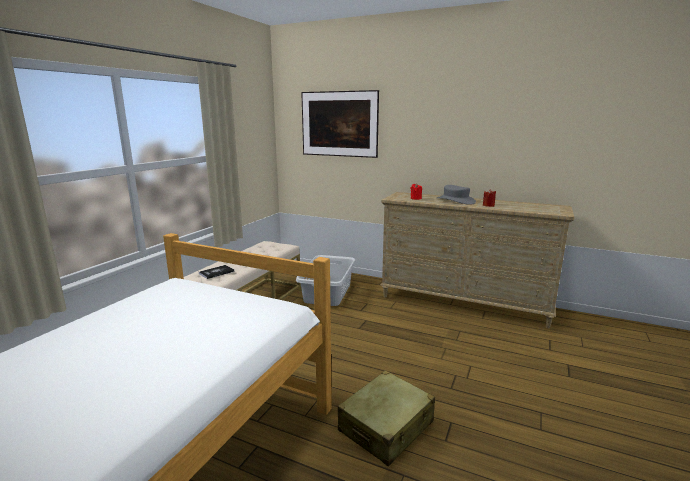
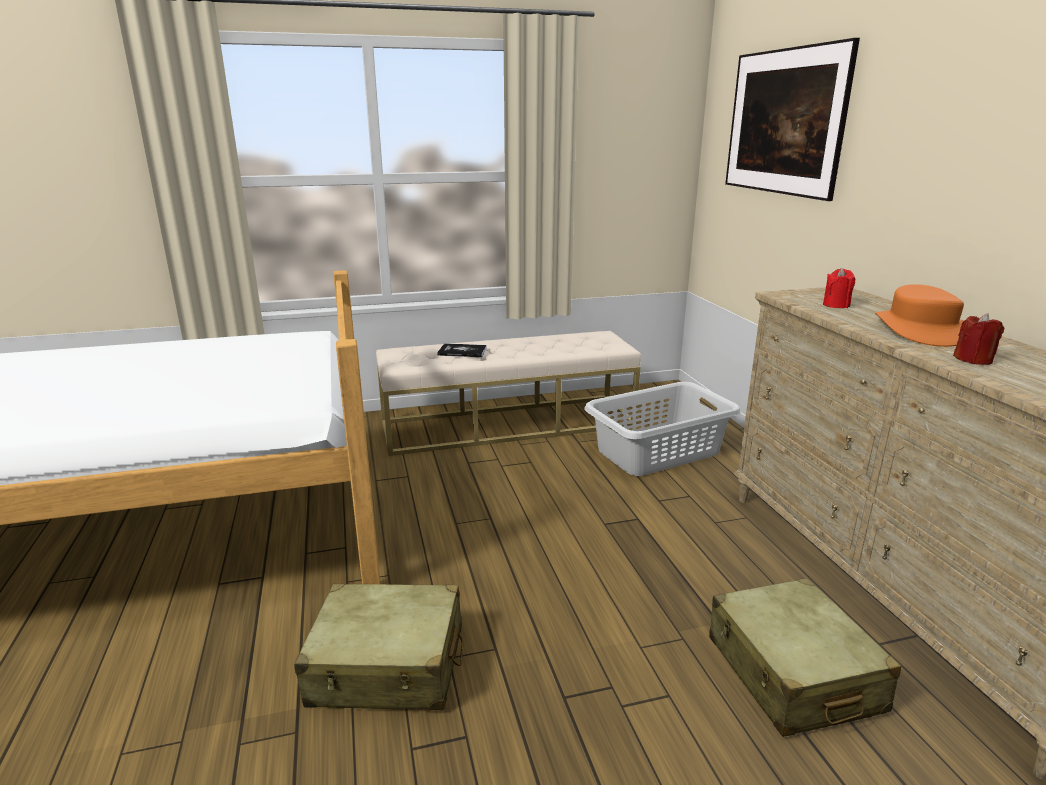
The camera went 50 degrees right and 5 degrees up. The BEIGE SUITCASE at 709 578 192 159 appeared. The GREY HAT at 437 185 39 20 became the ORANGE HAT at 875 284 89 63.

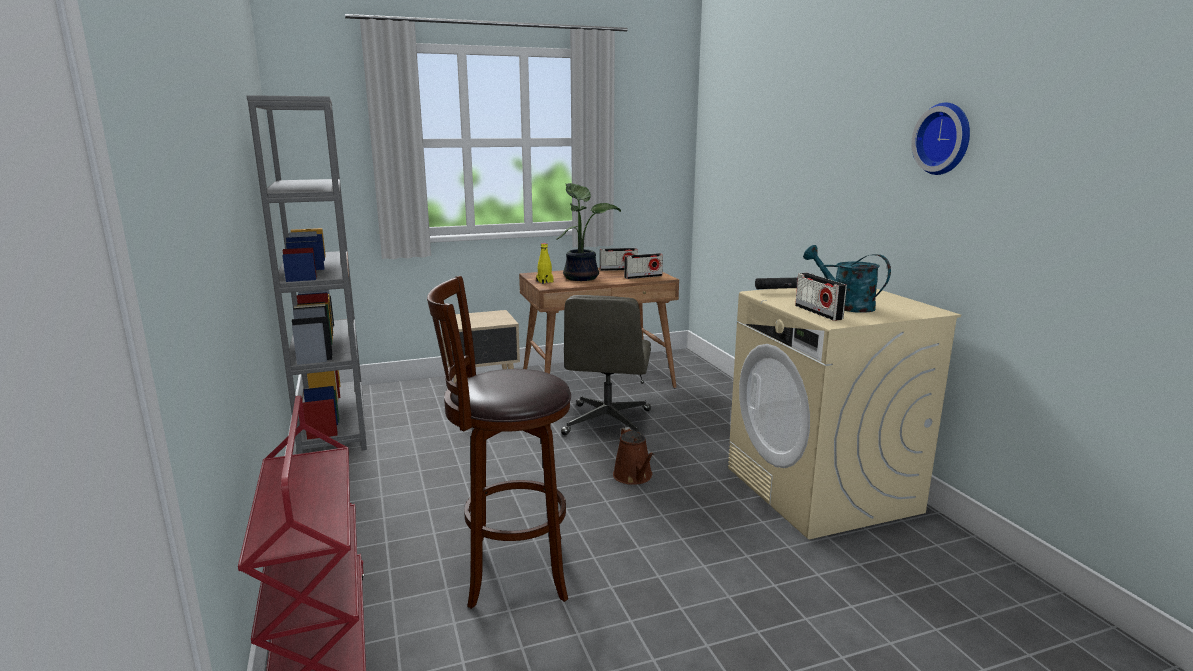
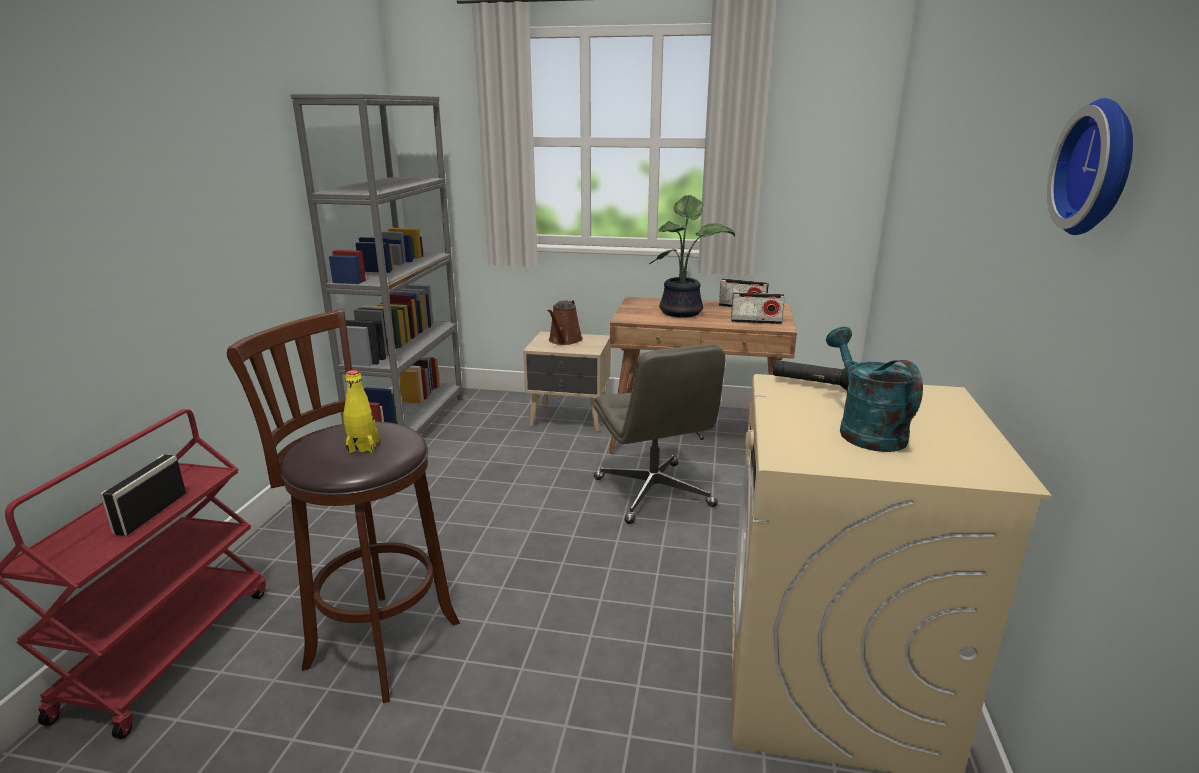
The camera went 30 degrees right and 5 degrees up. The RADIO moved from 795 273 52 48 to 100 454 86 82. The YELLOW BOTTLE moved from 536 243 17 41 to 344 370 35 84. The BROWN WATERING CAN moved from 613 427 41 58 to 548 300 35 45. The GREY OFFICE CHAIR at 561 295 90 140 turned 60 degrees counterclockwise.

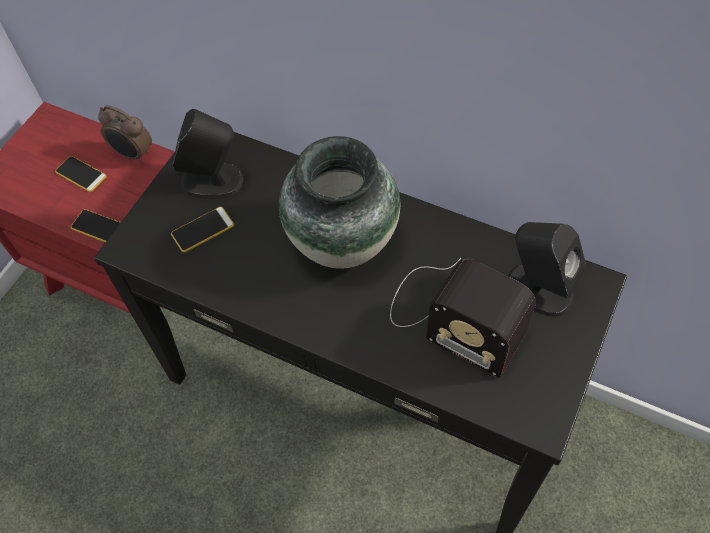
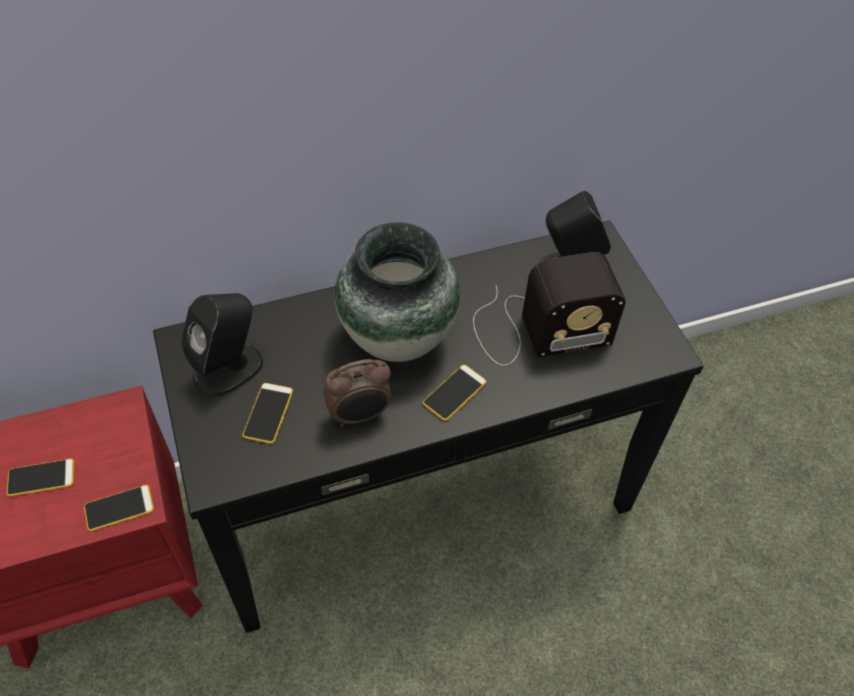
The camera went 50 degrees left and 5 degrees down. The ALARM CLOCK moved from 98 105 54 58 to 323 359 69 68. The PHONE at 423 365 64 56 appeared.

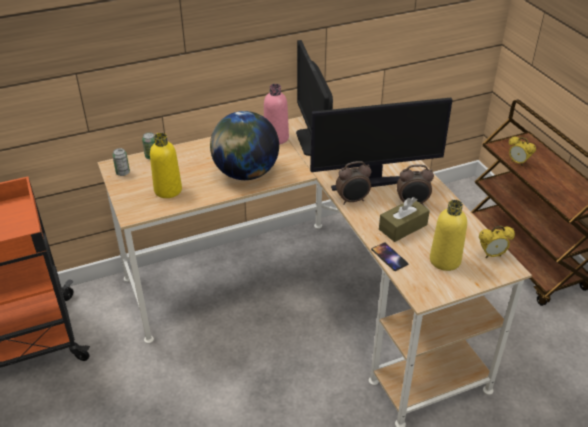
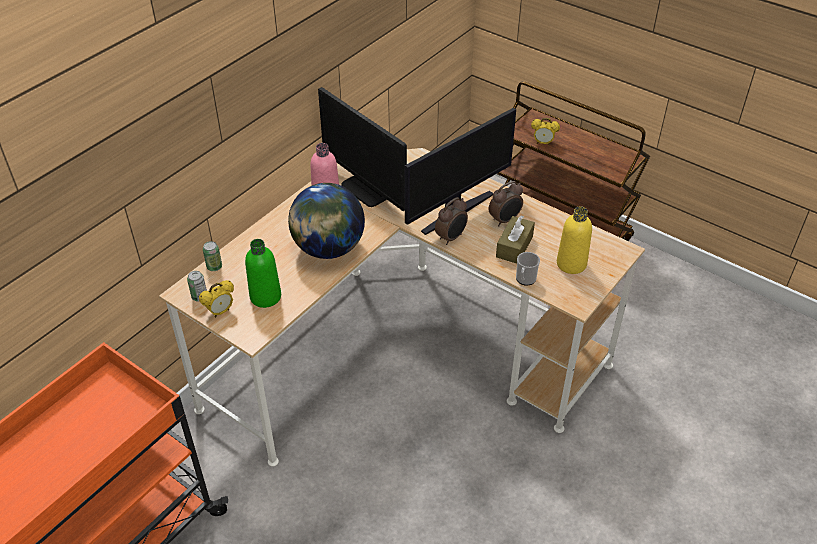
The camera went 30 degrees left and 5 degrees up. The ALARM CLOCK moved from 479 226 36 32 to 199 280 35 38. The YELLOW BOTTLE at 150 133 32 65 became the GREEN BOTTLE at 245 239 36 69. The PHONE at 371 243 37 28 was replaced by the MUG at 516 252 24 34.

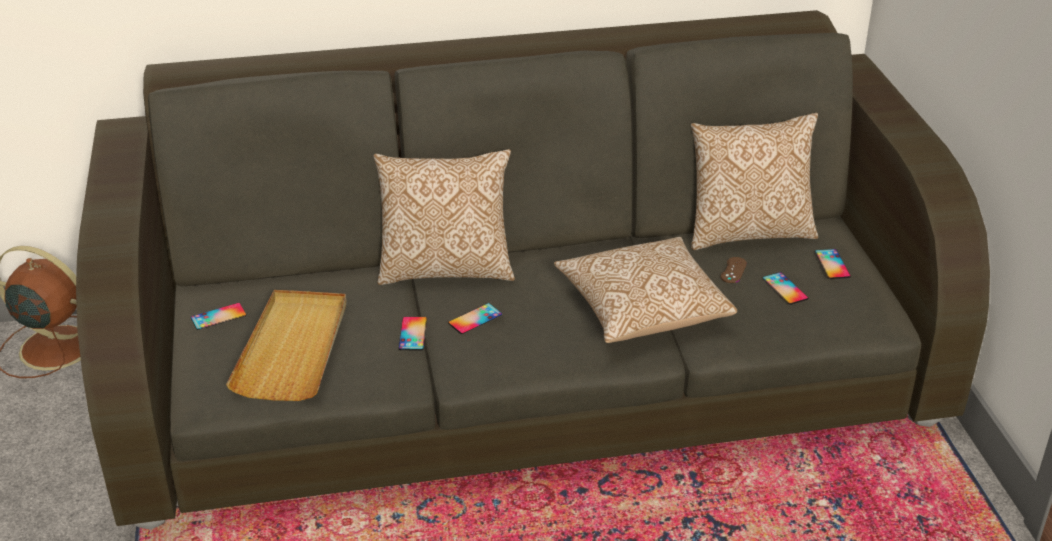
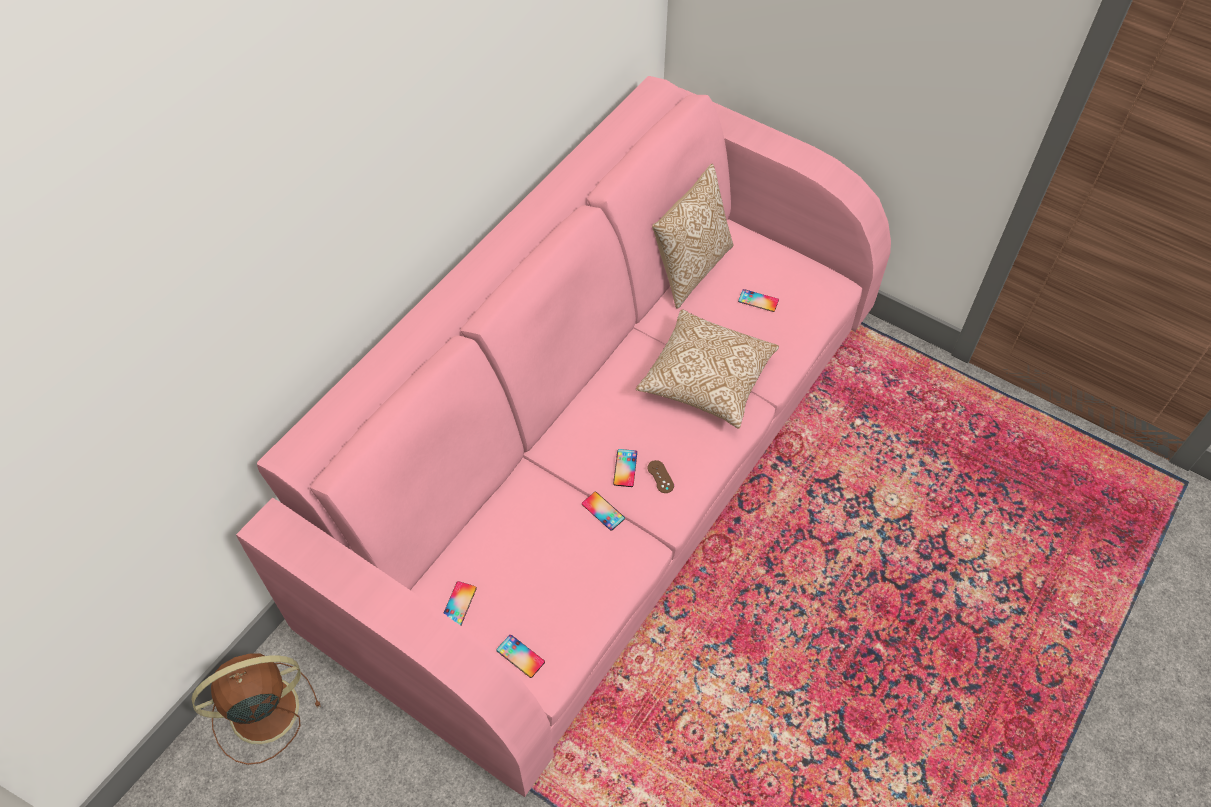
The camera went 45 degrees left and 20 degrees up. The GREY SOFA at 76 10 914 520 became the PINK SOFA at 236 76 655 721. The PHONE moved from 815 249 36 30 to 497 635 48 43. The BROWN GAME CONTROLLER moved from 721 257 26 26 to 647 460 27 33. The BEIGE TRAY at 226 290 120 111 disappeared. The PILLOW at 373 149 142 136 disappeared.

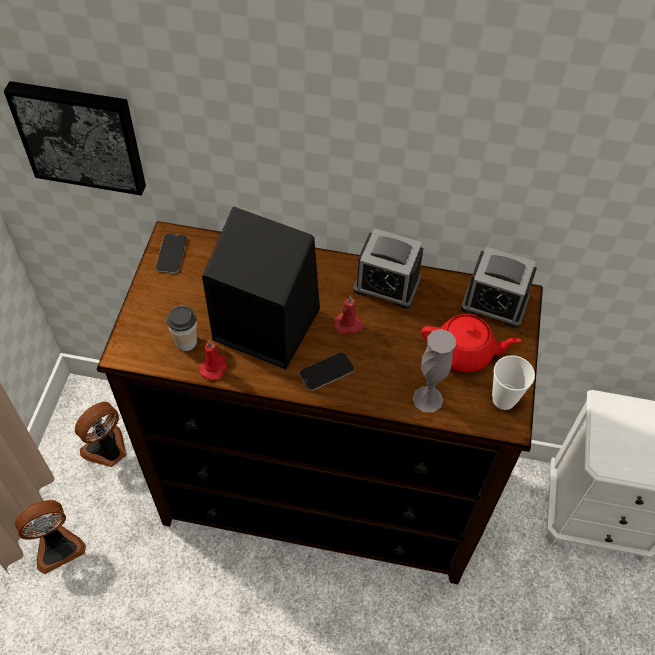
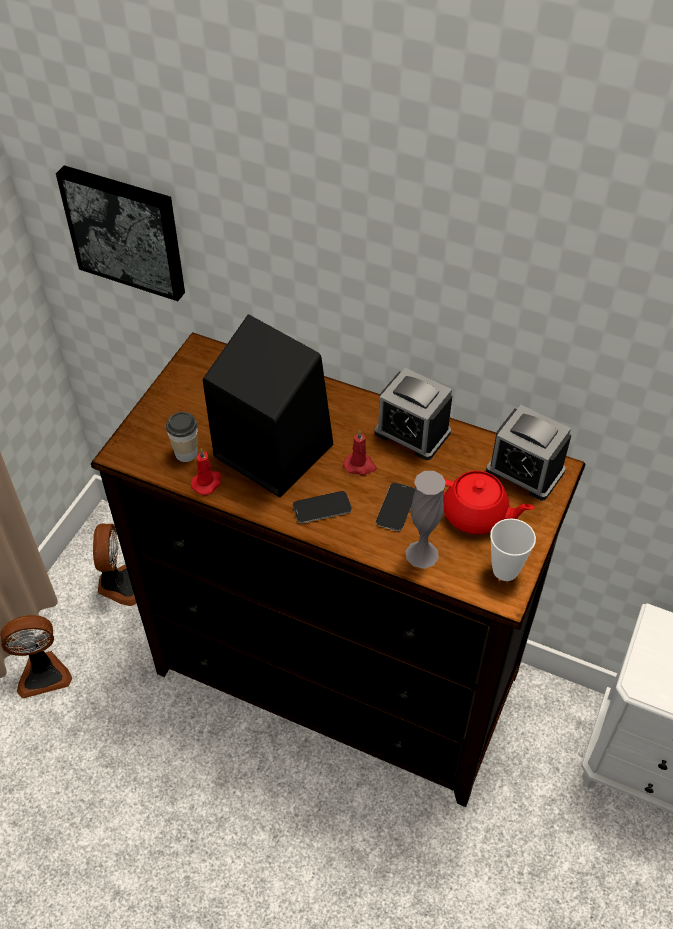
The camera went 15 degrees right and 5 degrees down. The FAN at 75 402 52 65 turned 120 degrees clockwise. The PHONE moved from 155 234 32 39 to 376 483 39 48.

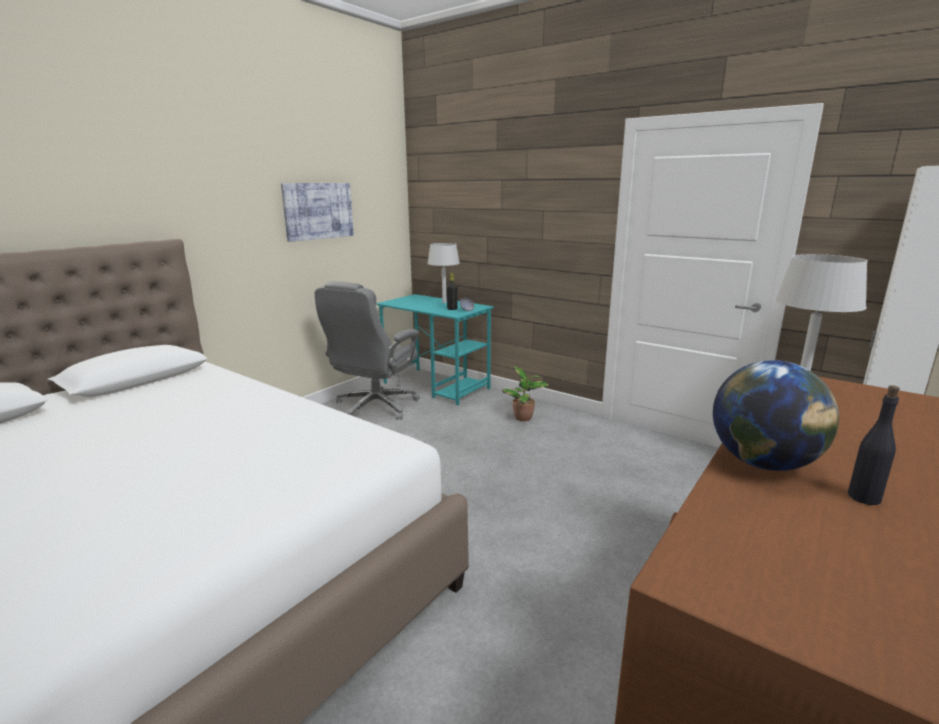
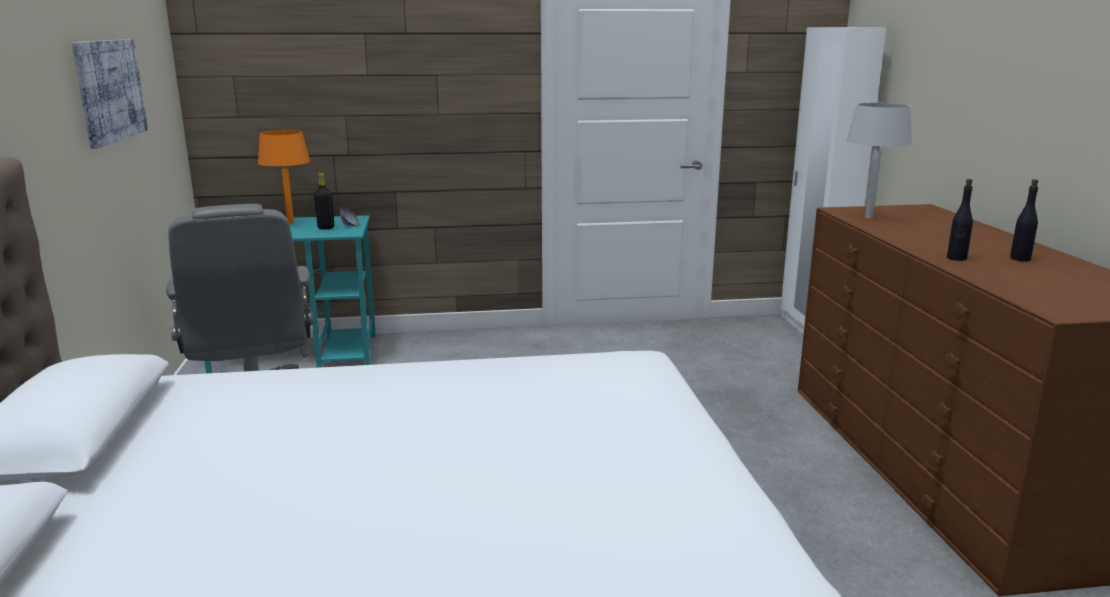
The camera went 45 degrees left and 0 degrees up. The GREY TABLE LAMP at 427 243 33 60 became the ORANGE TABLE LAMP at 258 130 52 93. The GLOBE at 713 360 126 111 was replaced by the BLACK BOTTLE at 947 179 26 82. The POTTED PLANT at 502 366 47 55 disappeared.

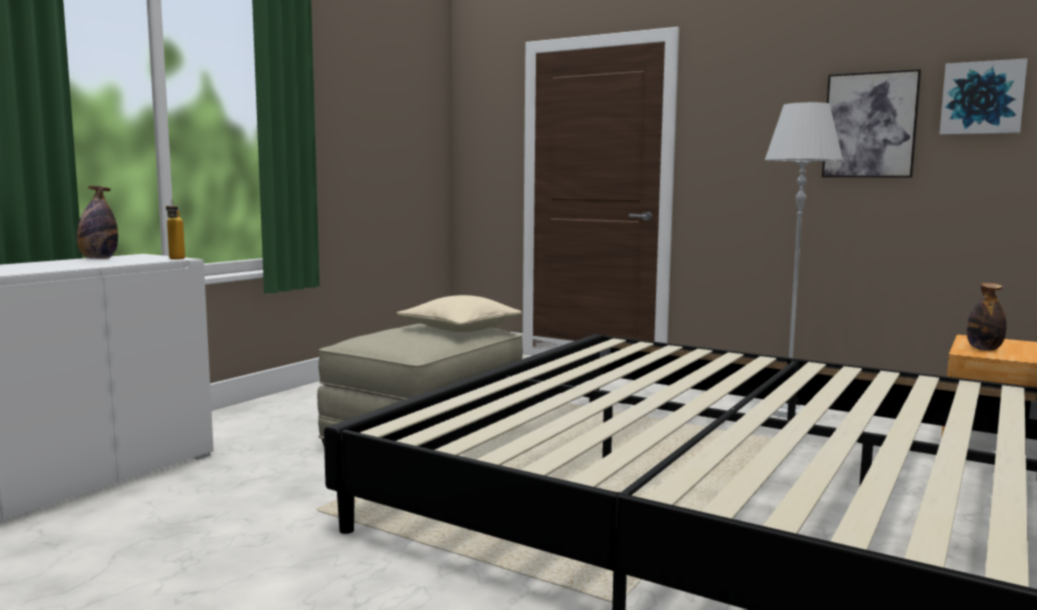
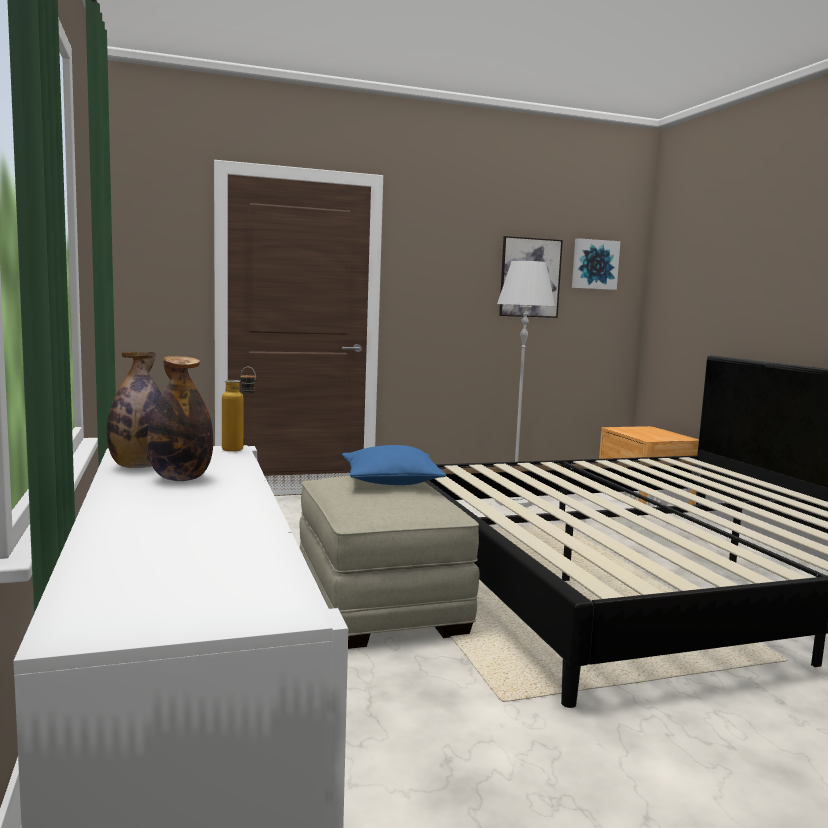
The camera went 50 degrees left and 0 degrees up. The BOTTLE moved from 967 283 39 68 to 147 356 66 125. The BEIGE PILLOW at 397 295 125 37 became the BLUE PILLOW at 342 445 104 40.

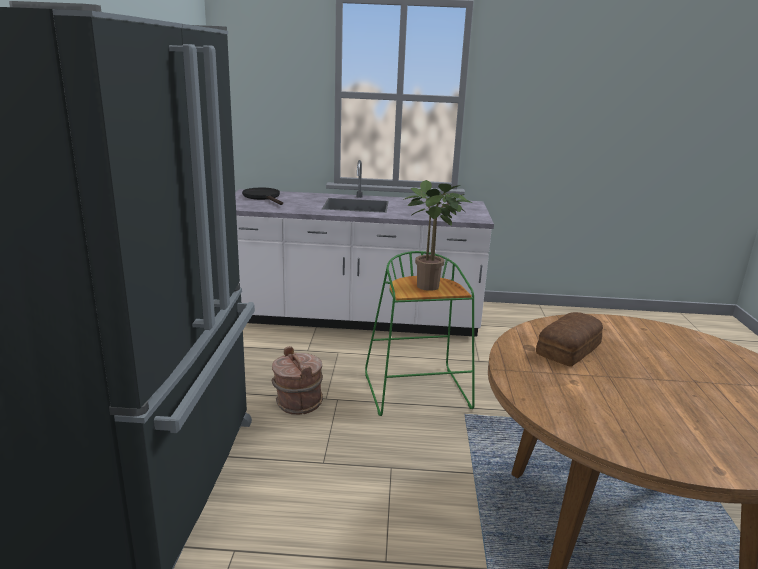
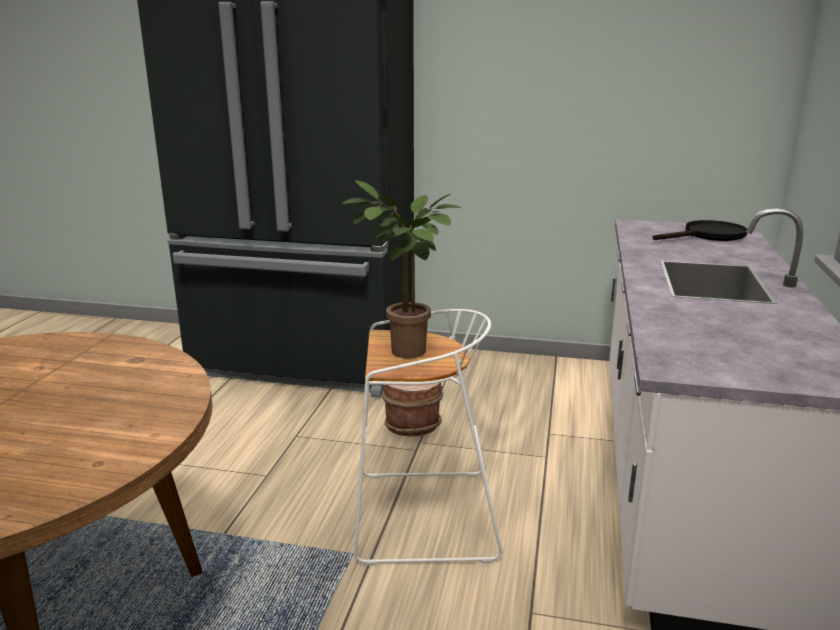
The camera went 100 degrees right and 0 degrees up. The GREEN STOOL at 365 251 109 165 became the WHITE STOOL at 354 309 148 257. The BREAD at 536 312 67 55 disappeared.

